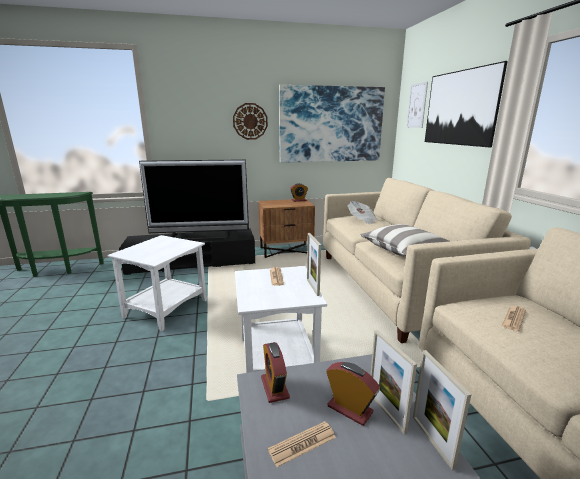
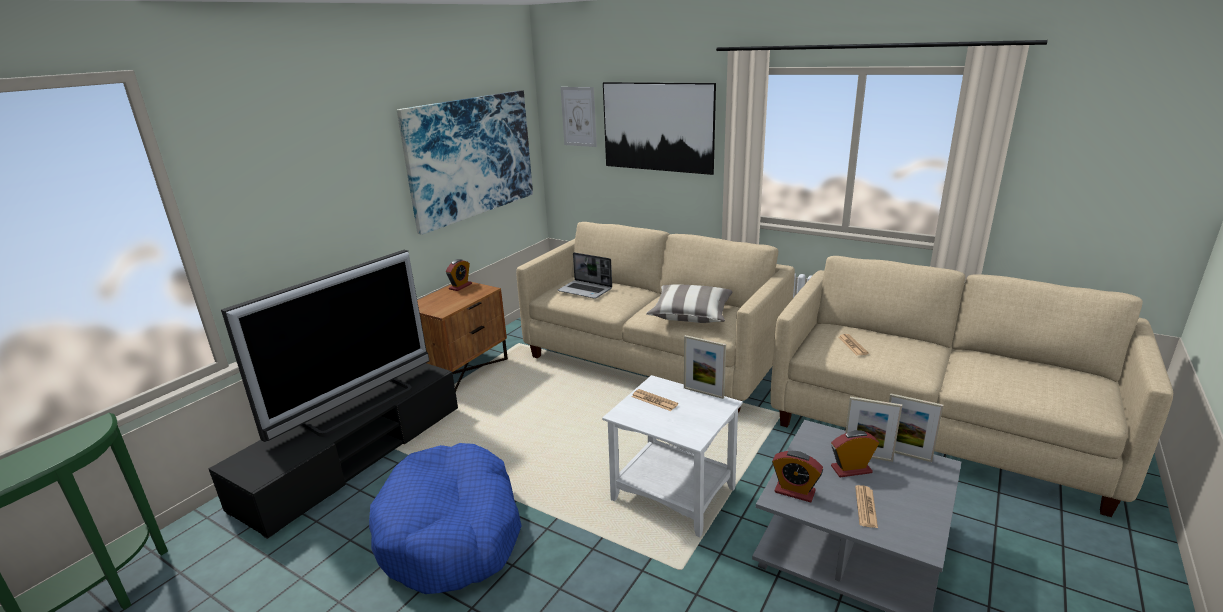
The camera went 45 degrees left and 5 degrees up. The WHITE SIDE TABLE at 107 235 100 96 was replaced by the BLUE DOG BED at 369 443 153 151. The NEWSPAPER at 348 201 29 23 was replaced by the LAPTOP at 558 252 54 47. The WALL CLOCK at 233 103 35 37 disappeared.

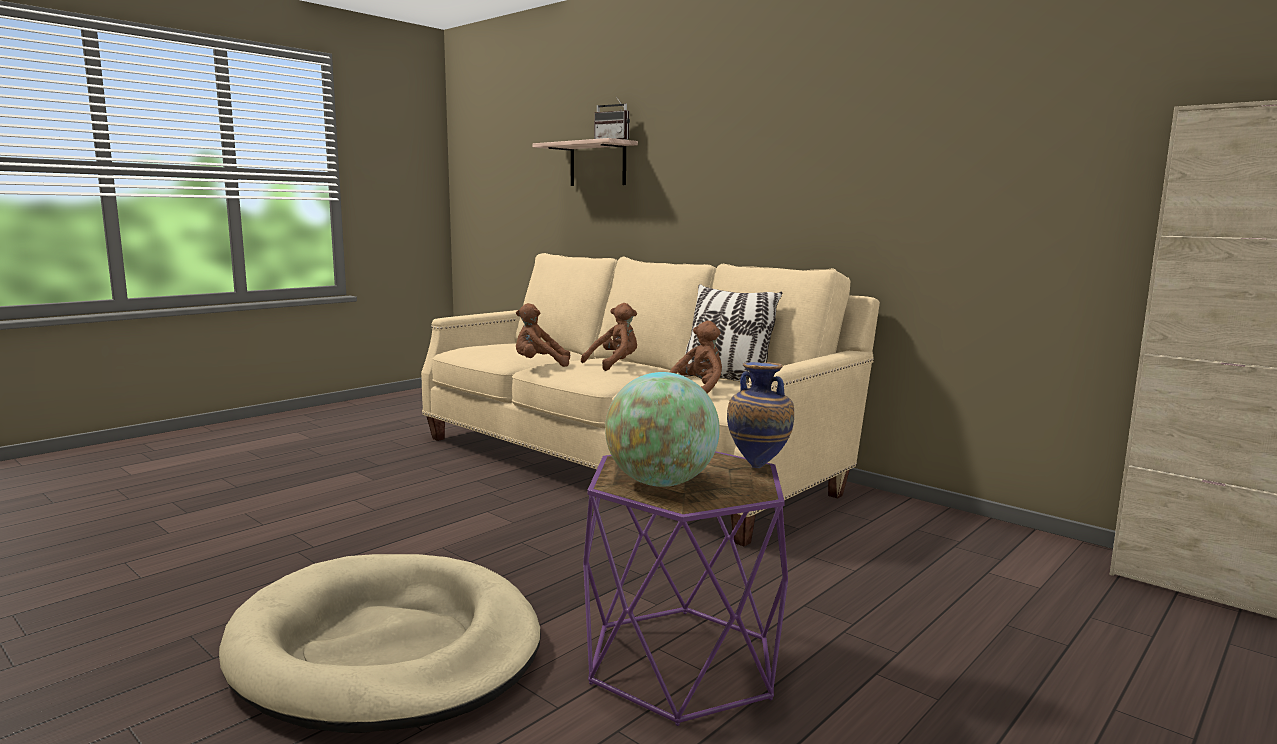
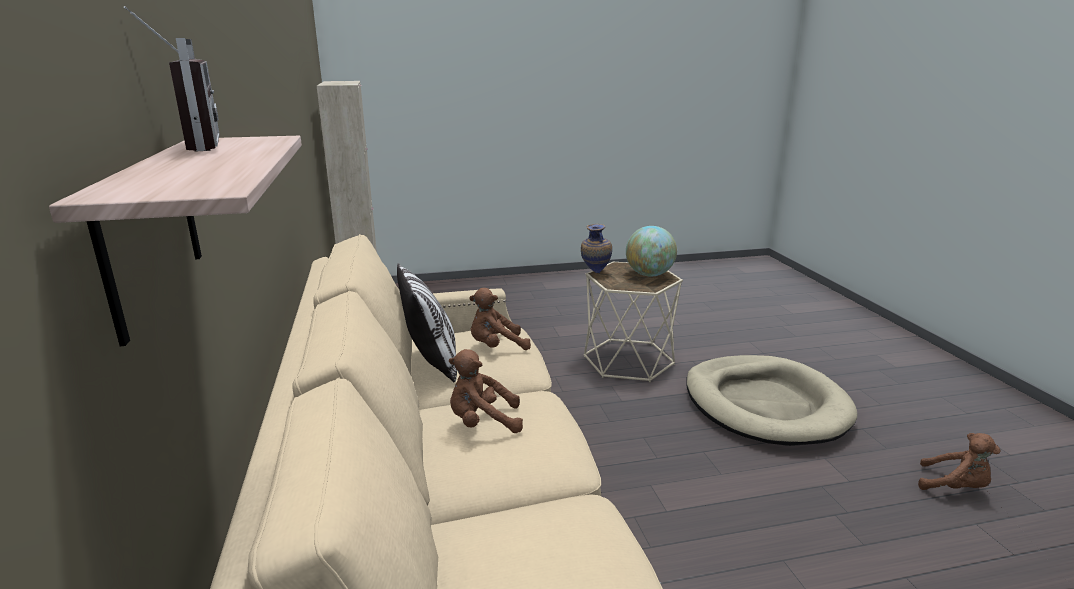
The camera went 145 degrees left and 10 degrees up. The PURPLE SIDE TABLE at 583 451 205 275 became the BEIGE SIDE TABLE at 584 262 99 120. The BROWN PLUSH TOY moved from 516 303 54 64 to 918 433 83 57.

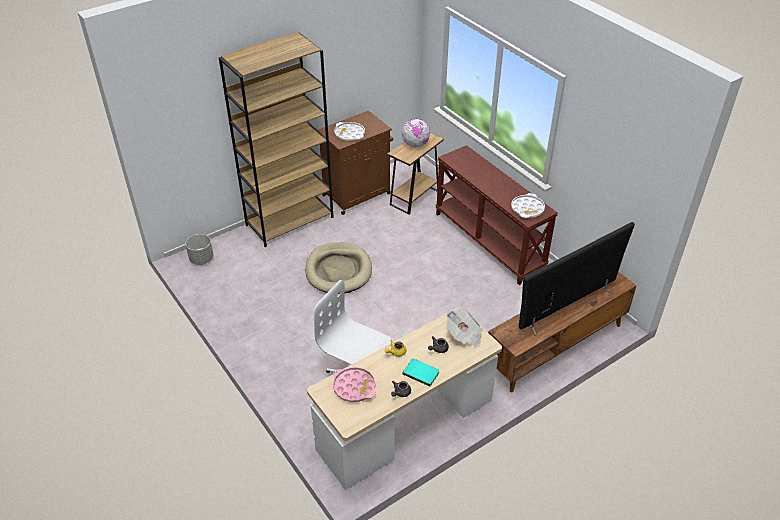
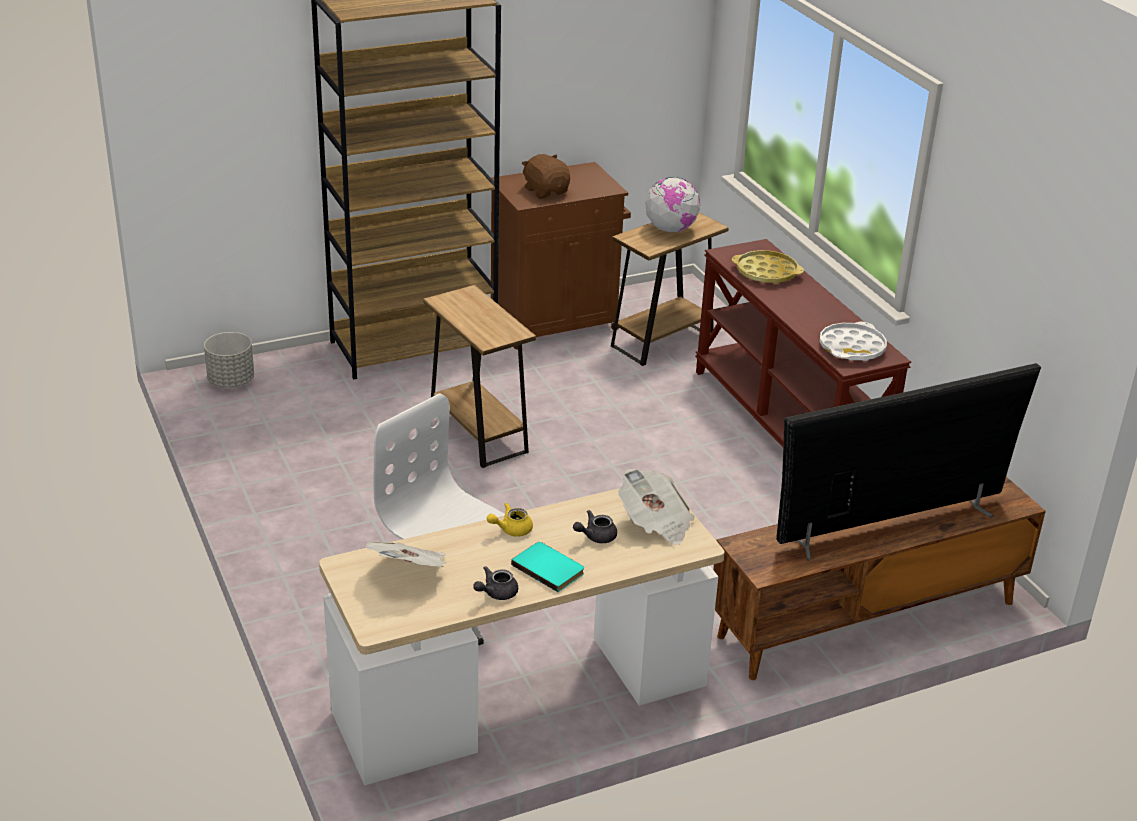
The camera went 10 degrees right and 10 degrees down. The PINK TRAY at 333 367 43 35 was replaced by the NEWSPAPER at 366 541 80 26. The BEIGE DOG BED at 305 242 67 52 was replaced by the BROWN SIDE TABLE at 423 285 113 183. The WHITE TRAY at 334 122 31 19 was replaced by the BROWN PLUSH TOY at 522 154 48 45. The YELLOW TRAY at 732 250 72 34 appeared.

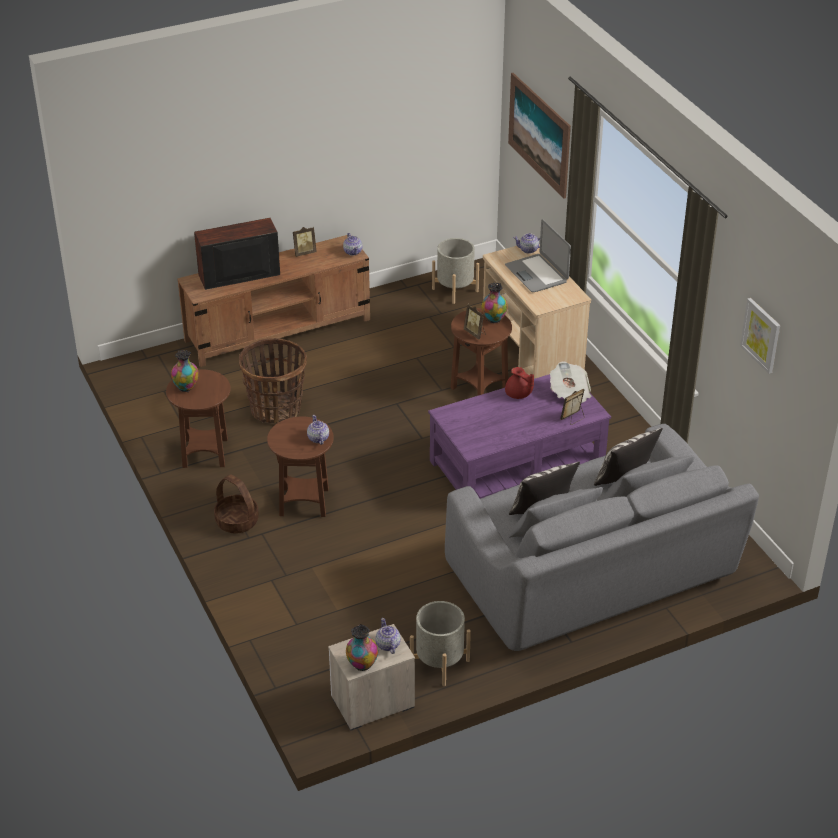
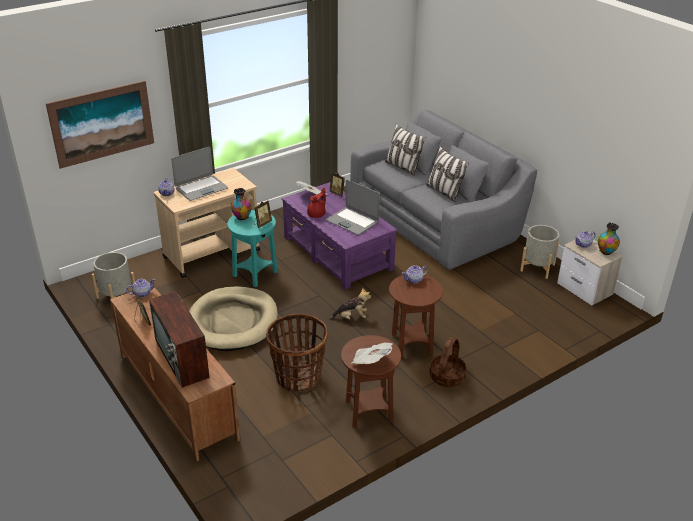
The camera went 100 degrees left and 5 degrees down. The BEIGE DOG BED at 189 286 89 65 appeared. The BROWN SIDE TABLE at 451 308 61 88 became the TURQUOISE SIDE TABLE at 227 210 51 77. The LAPTOP at 326 180 54 55 appeared. The PLUSH TOY at 329 287 42 33 appeared. The VASE at 171 350 28 42 was replaced by the NEWSPAPER at 351 343 42 21. The PICTURE at 740 298 40 76 disappeared.

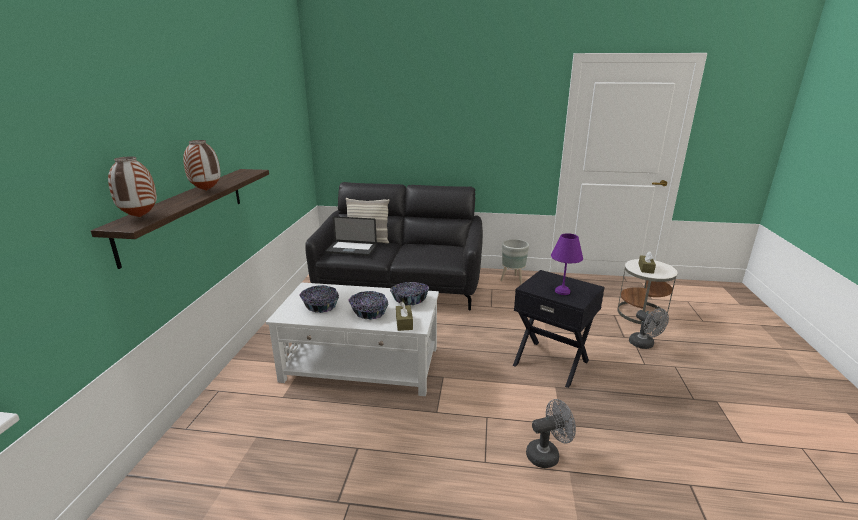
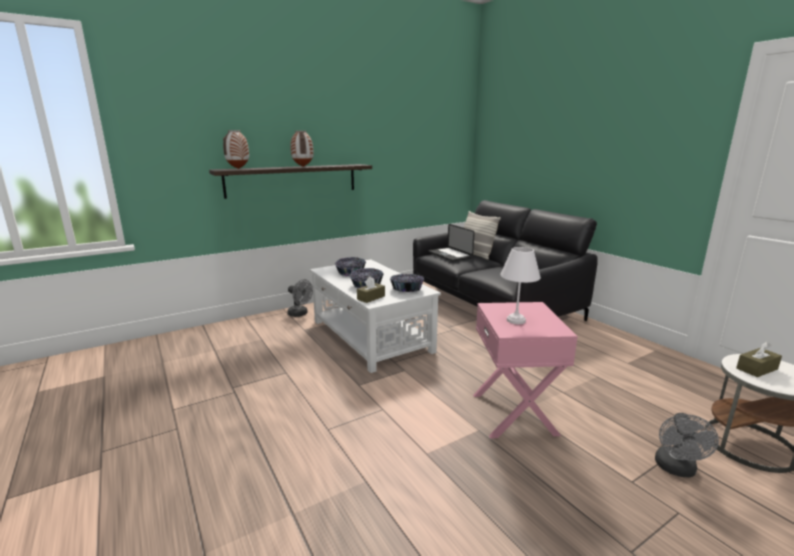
The camera went 50 degrees right and 5 degrees down. The GREY FAN moved from 526 399 50 69 to 287 279 26 38. The BLACK SIDE TABLE at 513 270 92 118 became the PINK SIDE TABLE at 473 302 105 137. The PURPLE TABLE LAMP at 551 233 32 62 became the WHITE TABLE LAMP at 500 247 41 77. The GREY PLANTER at 500 239 29 46 disappeared.

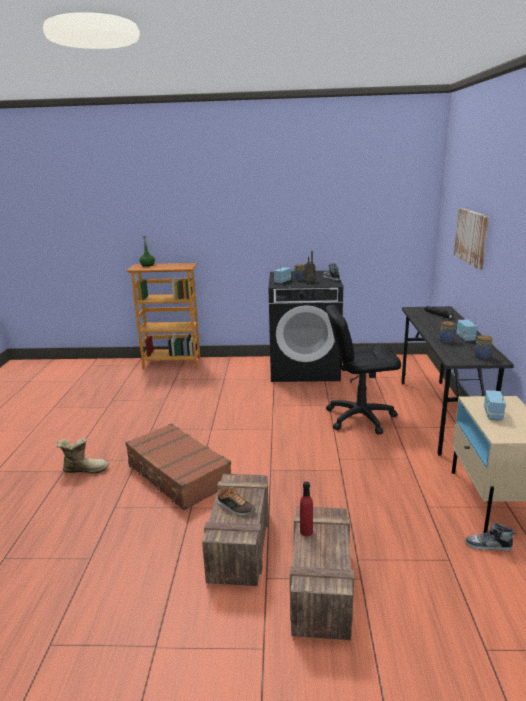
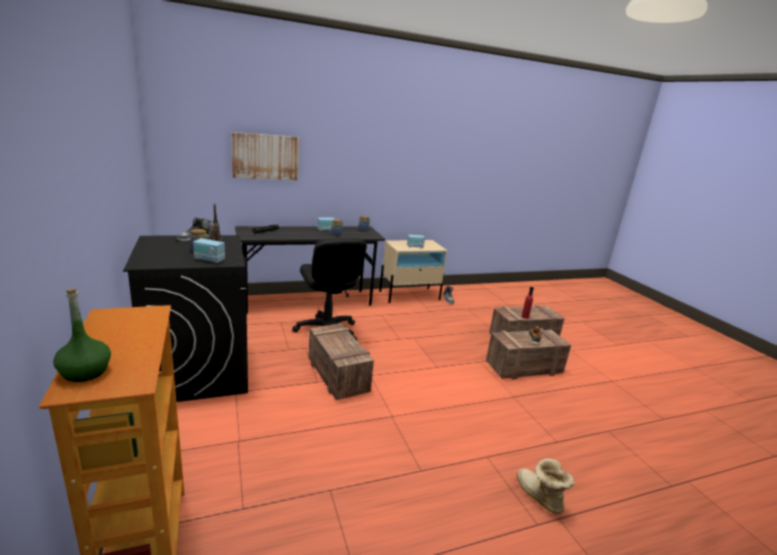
The camera went 115 degrees left and 0 degrees up. The CRATE at 308 323 66 77 appeared. The BROWN SUITCASE at 125 423 106 87 disappeared.

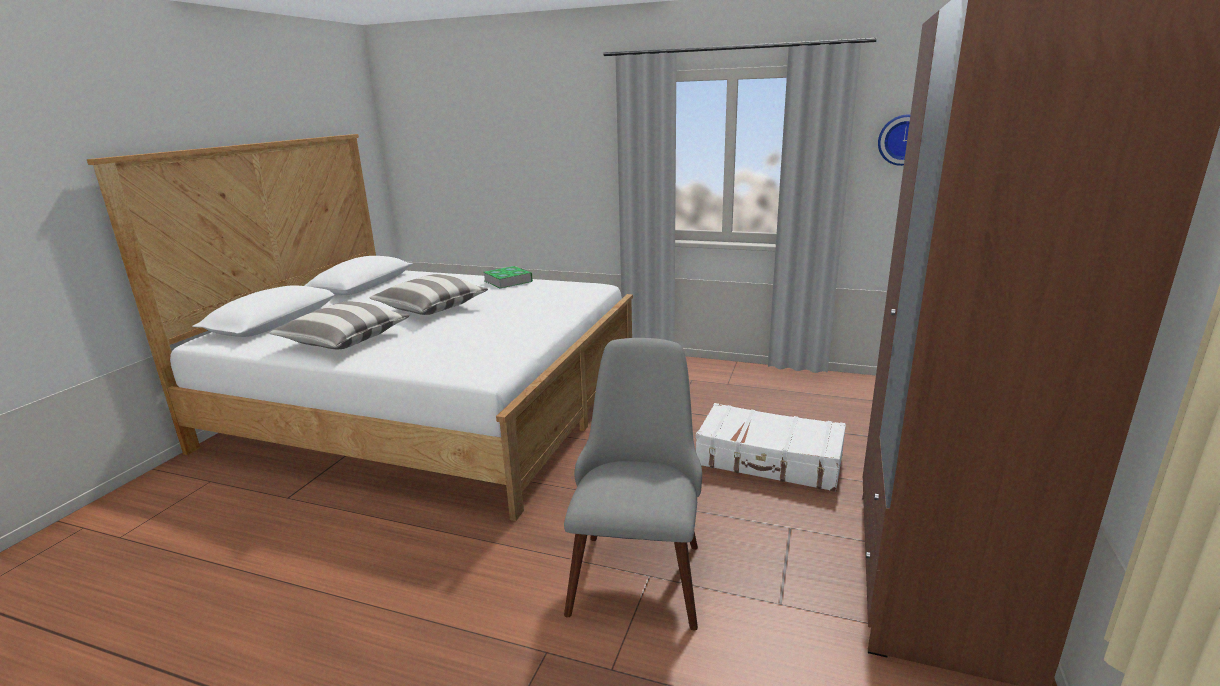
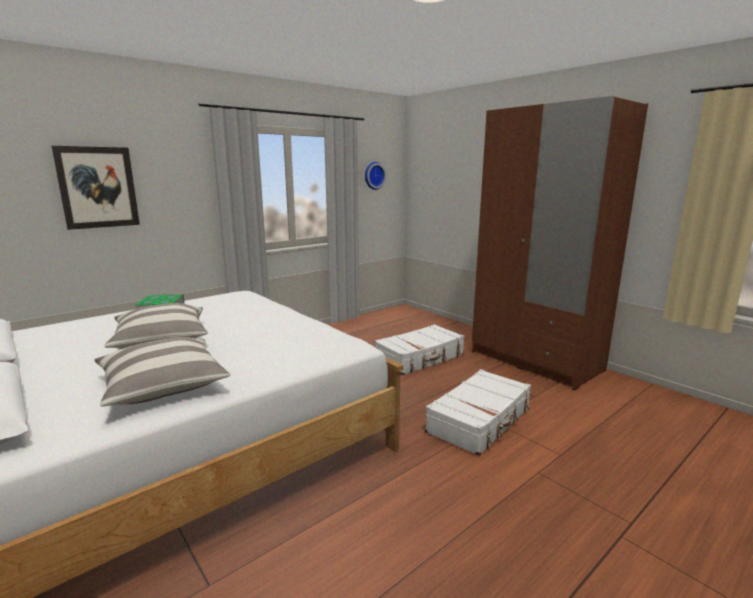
The camera went 60 degrees left and 5 degrees down. The PICTURE at 51 146 89 84 appeared. The GREY CHAIR at 564 338 138 292 was replaced by the WHITE SUITCASE at 425 369 106 87.

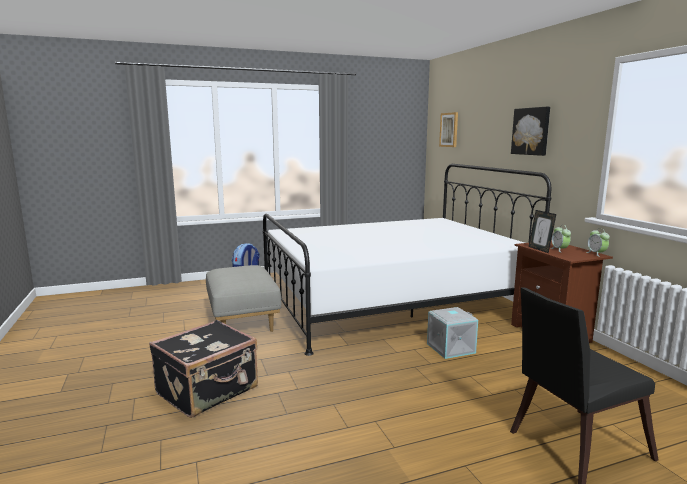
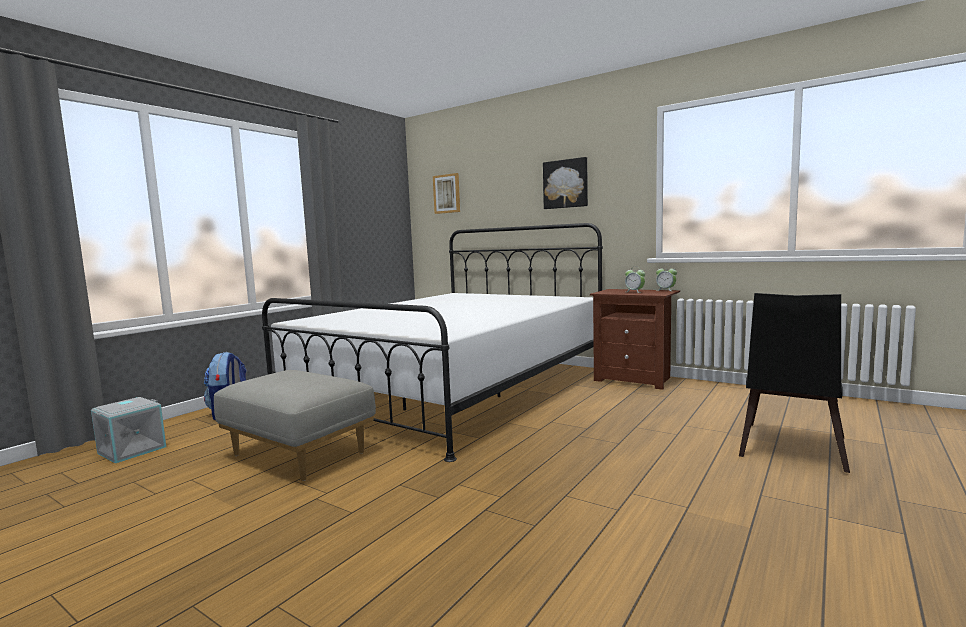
The camera went 35 degrees left and 5 degrees down. The GREY STORAGE BOX moved from 427 307 51 52 to 91 397 75 66. The BLACK SUITCASE at 149 320 109 98 disappeared. The PICTURE FRAME at 529 210 27 43 disappeared.

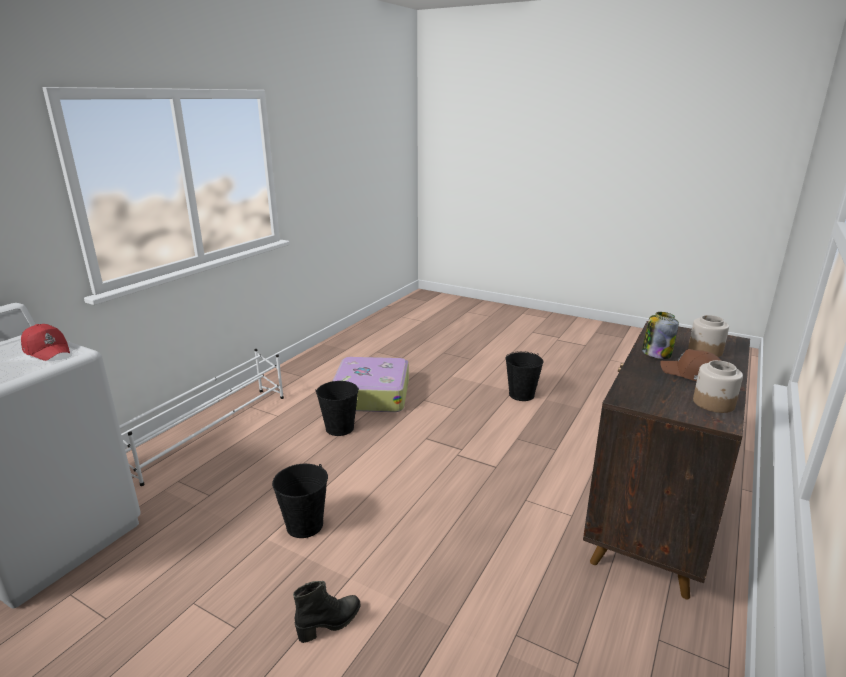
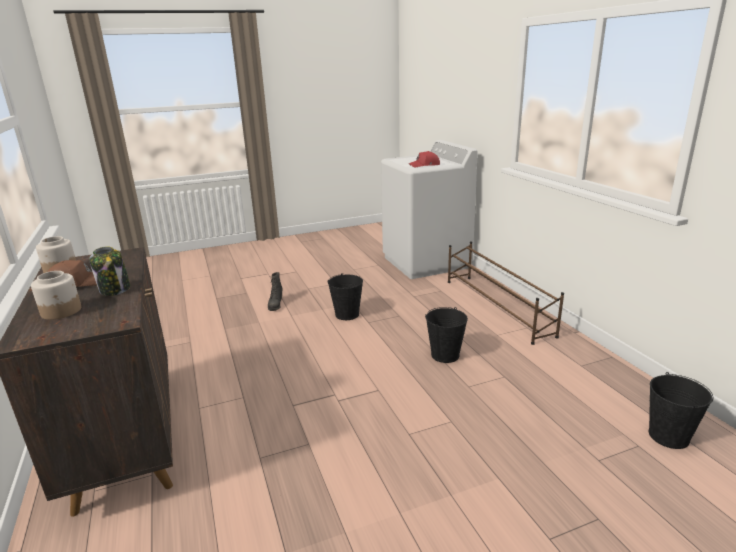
The camera went 130 degrees right and 0 degrees up. The WHITE SHOE RACK at 119 349 165 137 became the BROWN SHOE RACK at 448 242 116 103. The BLACK BUCKET moved from 505 351 38 50 to 649 372 64 77. The SUITCASE at 333 357 76 55 disappeared.

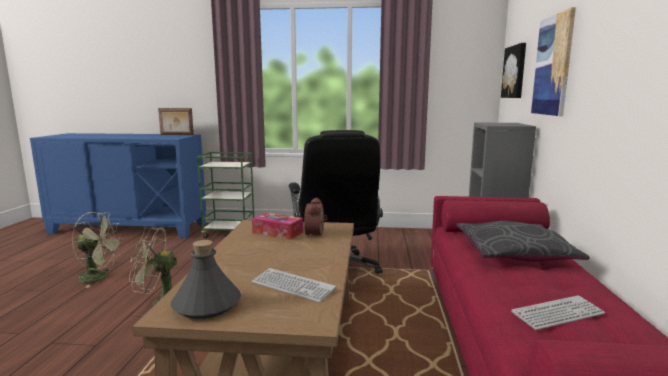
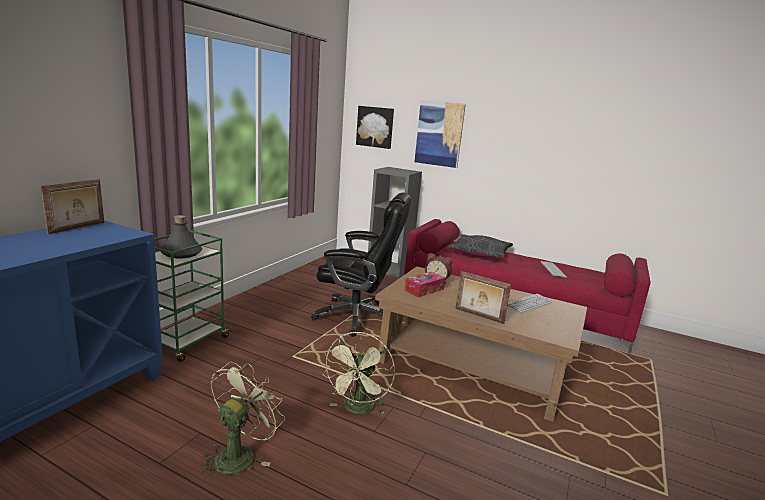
The camera went 70 degrees left and 5 degrees up. The GREY BOTTLE moved from 171 240 70 79 to 160 215 42 43. The PICTURE FRAME at 455 271 56 53 appeared.

